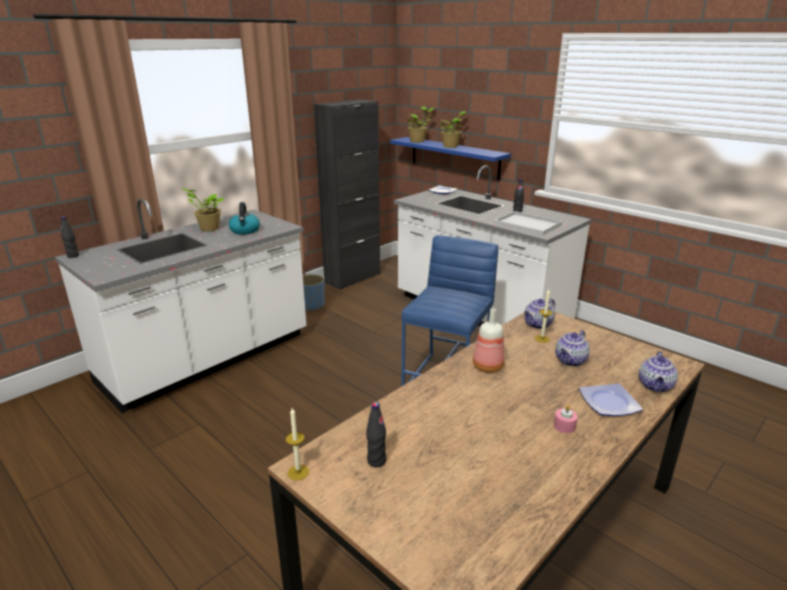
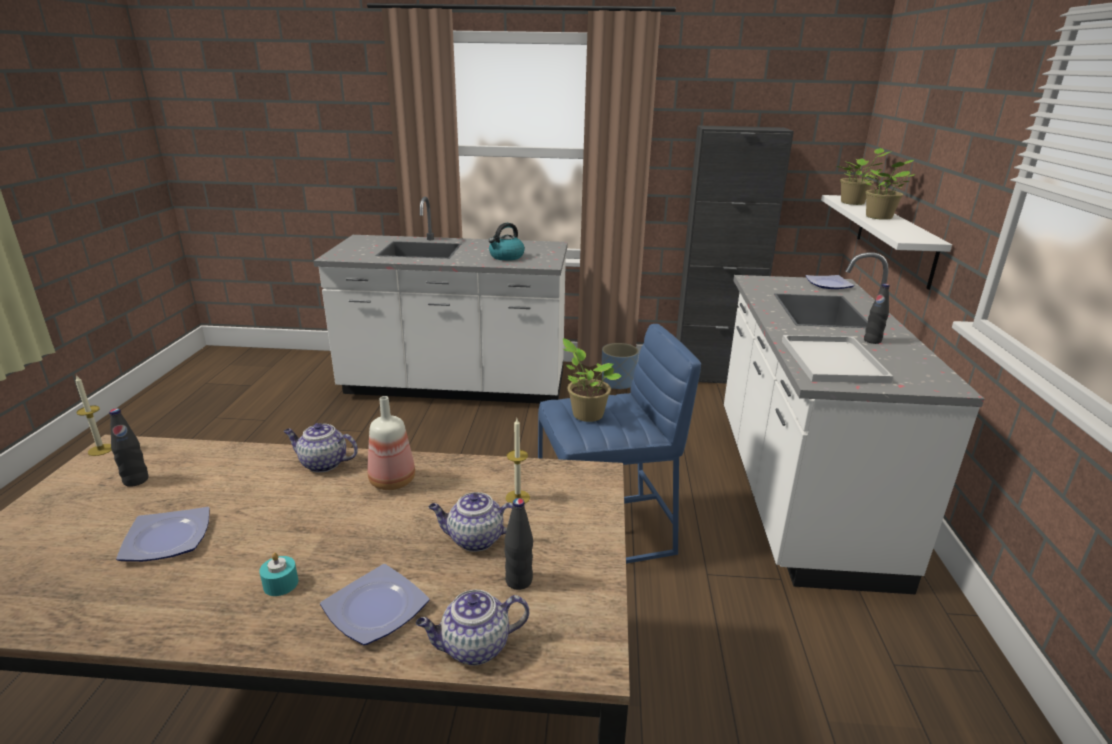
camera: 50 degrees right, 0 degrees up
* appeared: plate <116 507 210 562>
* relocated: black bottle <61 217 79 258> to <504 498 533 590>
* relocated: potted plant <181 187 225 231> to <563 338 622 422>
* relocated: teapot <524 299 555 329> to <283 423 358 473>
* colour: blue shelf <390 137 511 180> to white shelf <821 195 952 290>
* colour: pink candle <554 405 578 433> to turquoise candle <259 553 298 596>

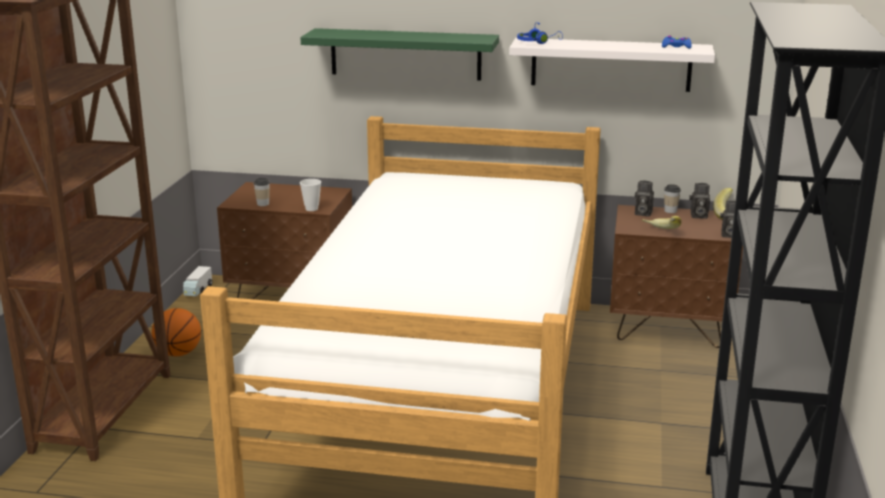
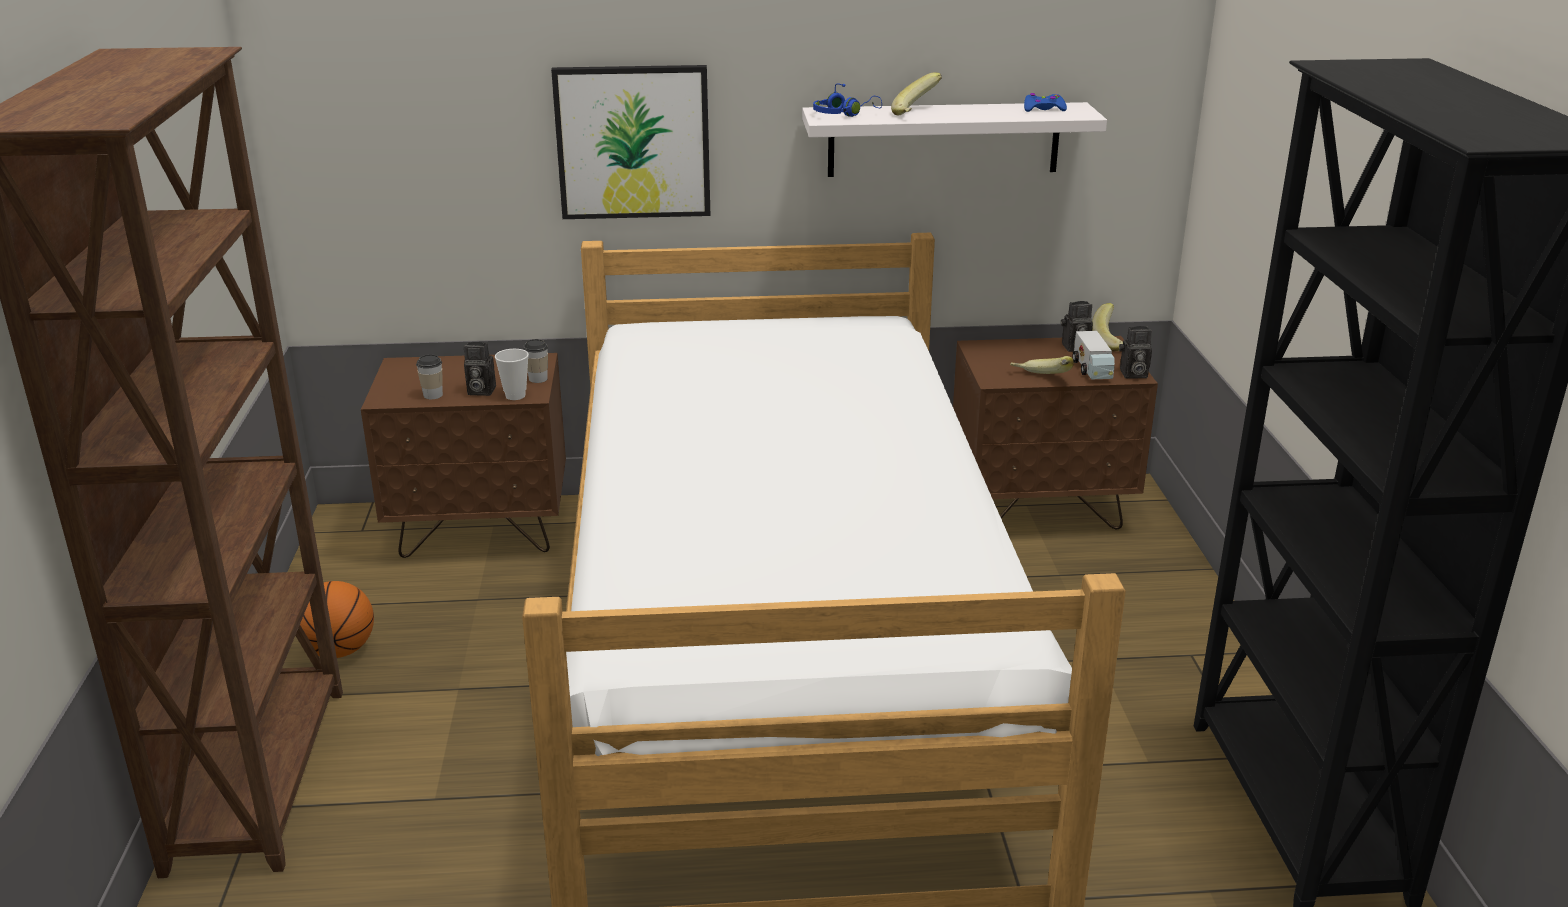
camera: 15 degrees left, 5 degrees up
* appeared: banana <891 73 942 115>
* relocated: toy truck <183 266 212 297> to <1072 331 1115 380>
* relocated: photo camera <635 181 654 217> to <464 342 496 396>
* relocated: cup <664 184 681 213> to <523 339 548 383>
* exchanged: green shelf <300 28 499 81> to picture <551 65 711 219>

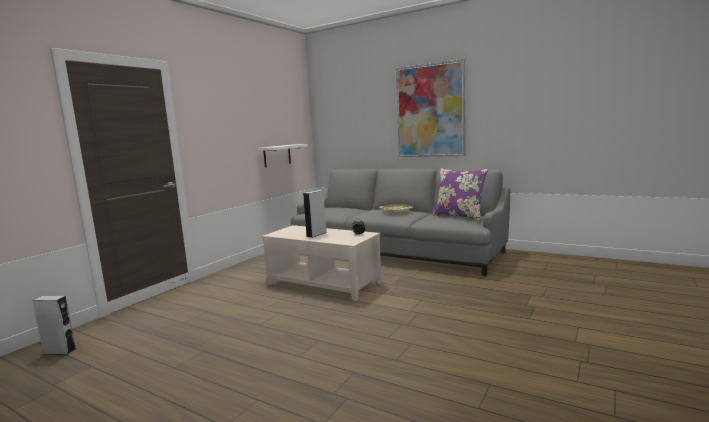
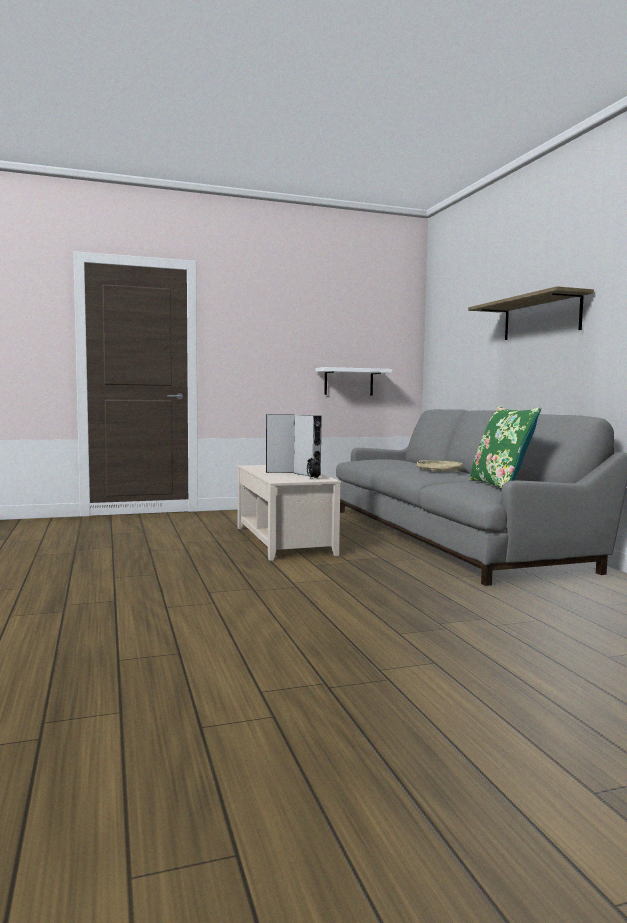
camera: 40 degrees right, 5 degrees down
* relocated: grey speaker <32 296 76 355> to <294 415 322 476>
* exchanged: picture <396 59 465 157> to shelf <468 286 594 340>
* colour: purple pillow <433 168 489 220> to green pillow <469 406 541 489>

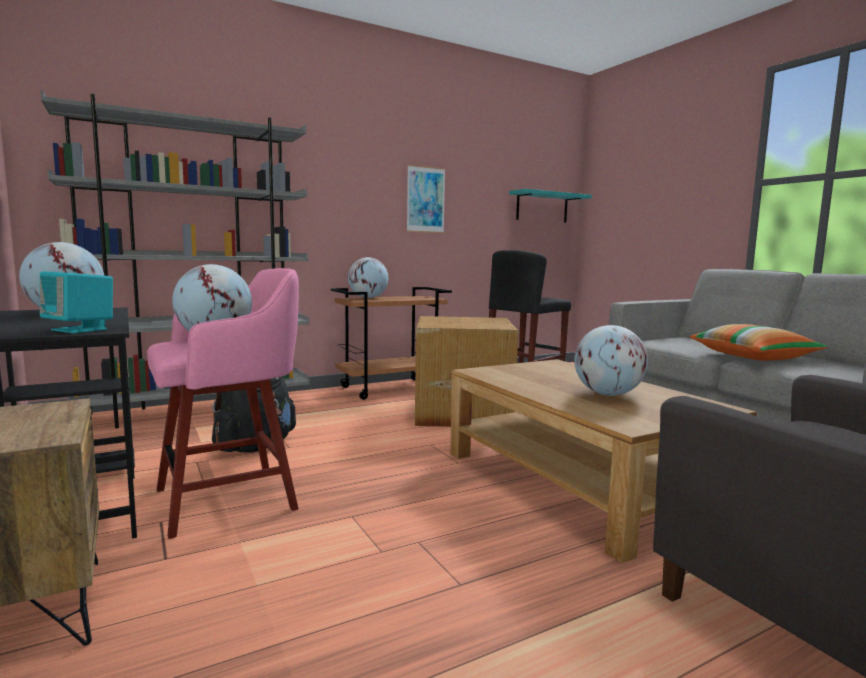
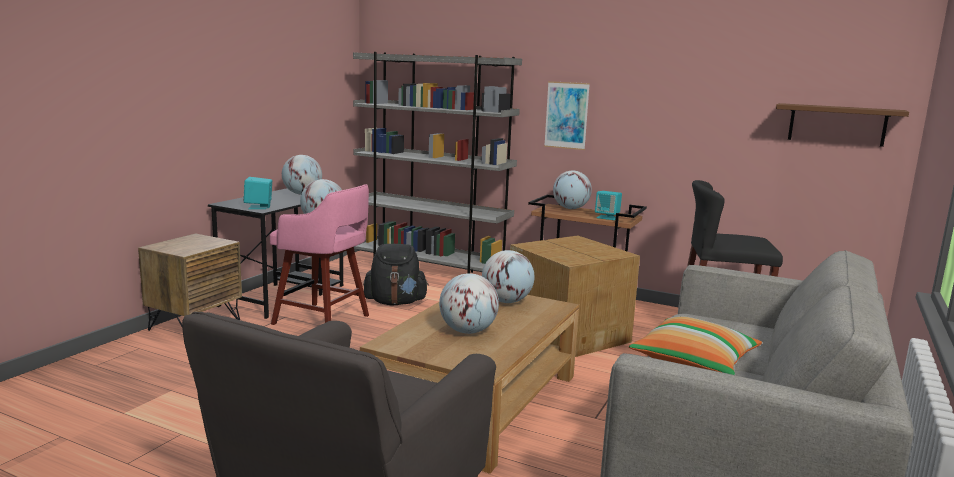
camera: 55 degrees right, 5 degrees up
* appeared: globe <482 250 535 303>
* appeared: turquoise speaker <595 191 622 220>
* relocated: picture <407 165 446 233> to <544 81 590 150>
* colour: turquoise shelf <509 189 592 223> to brown shelf <776 103 909 147>

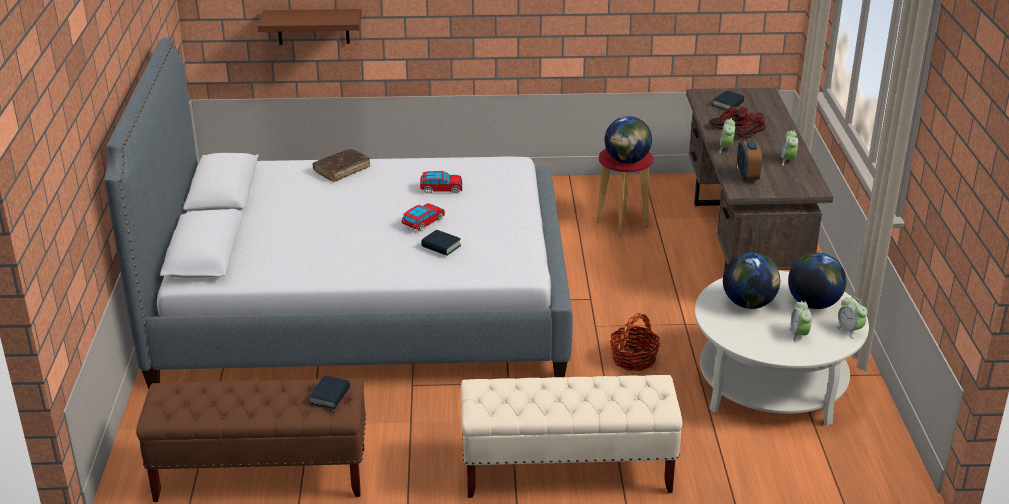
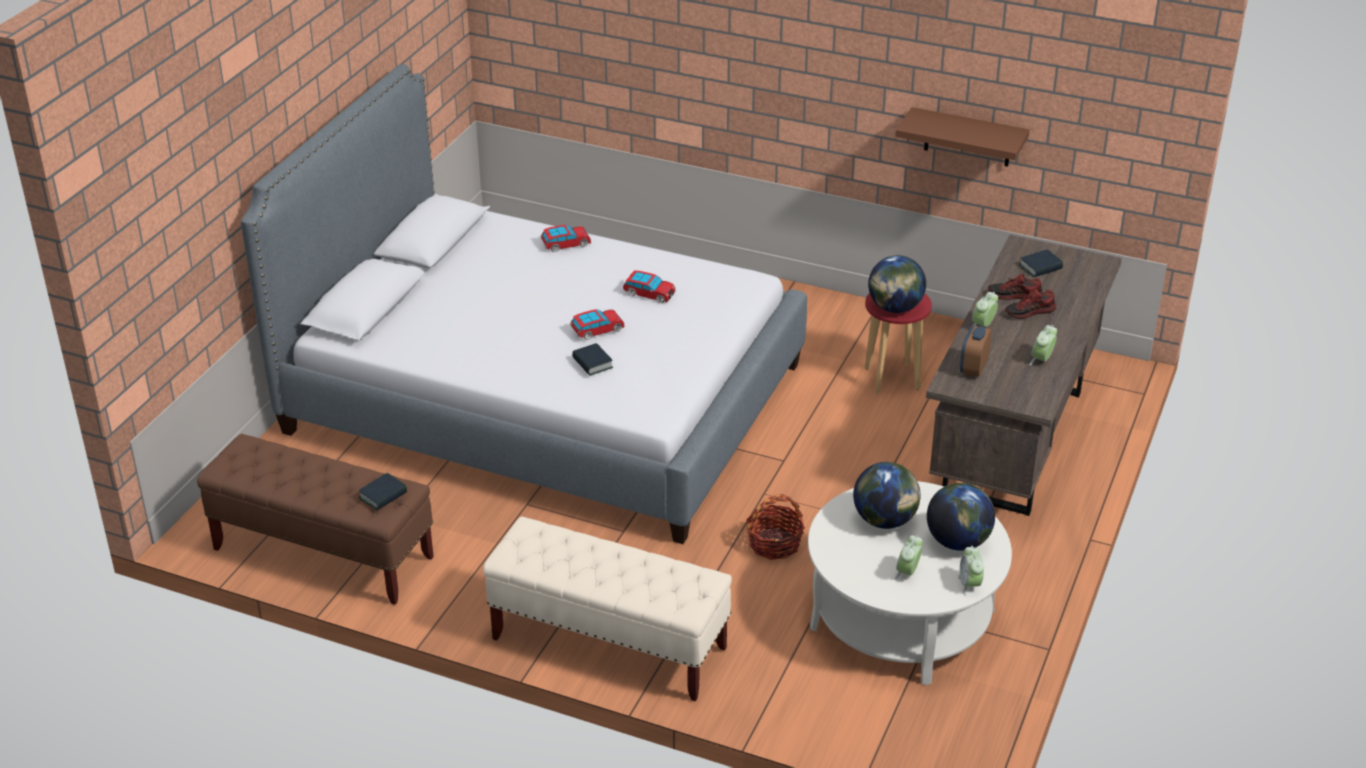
camera: 25 degrees right, 5 degrees up
* relocated: brown shelf <257 9 362 45> to <896 107 1029 167>
* exchanged: brown book <312 149 370 182> to toy car <541 225 591 252>

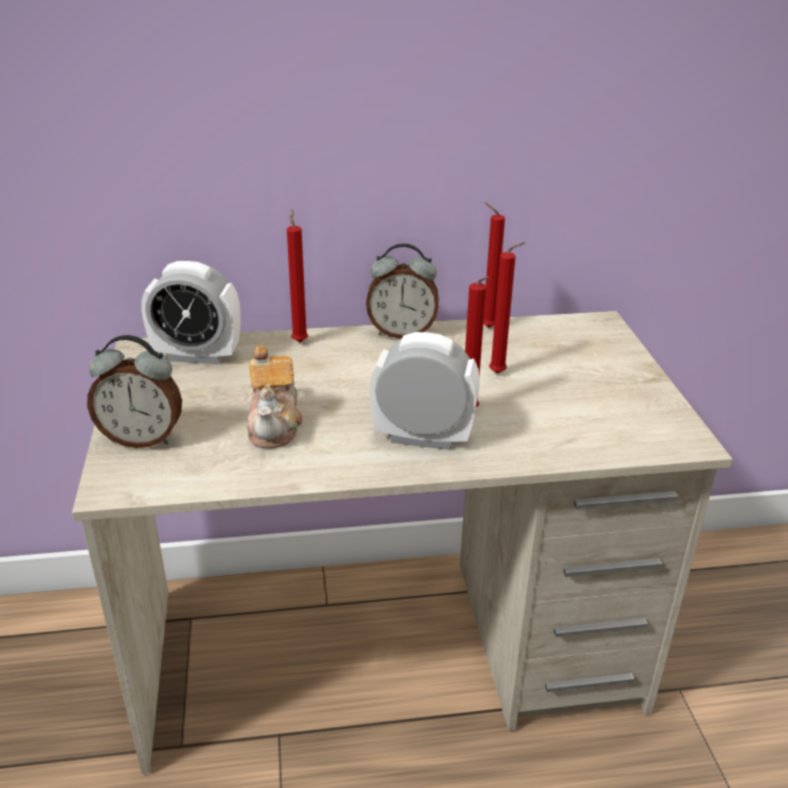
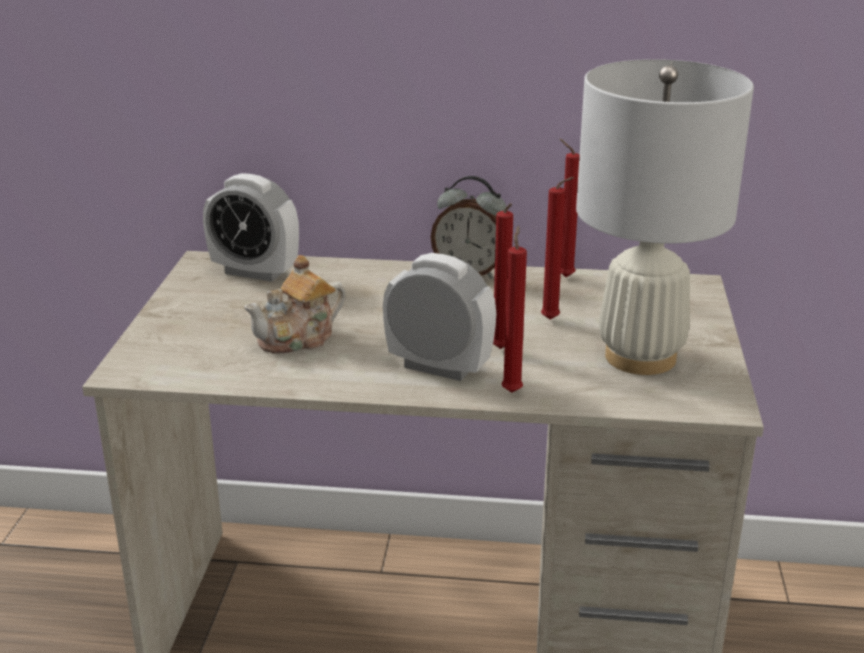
camera: 15 degrees right, 5 degrees down
* missing: alarm clock <87 335 182 448>
* appeared: white table lamp <576 59 754 375>
* relocated: red candle <287 209 308 342> to <501 225 527 393>
* spun: teapot <247 345 303 448> = <244 255 346 354> 45 degrees clockwise

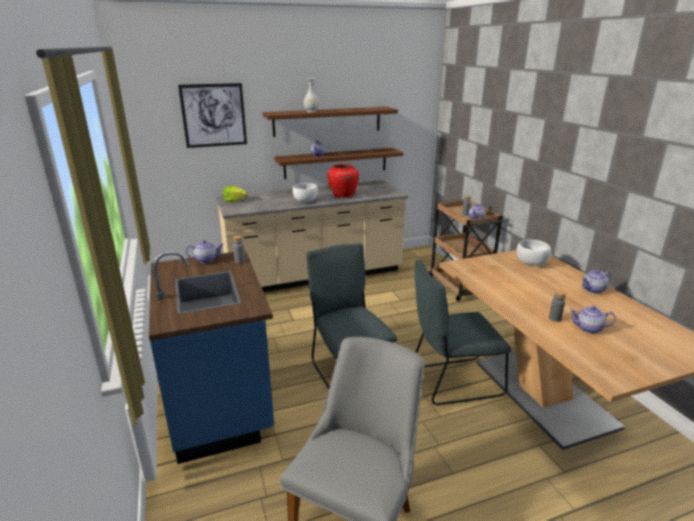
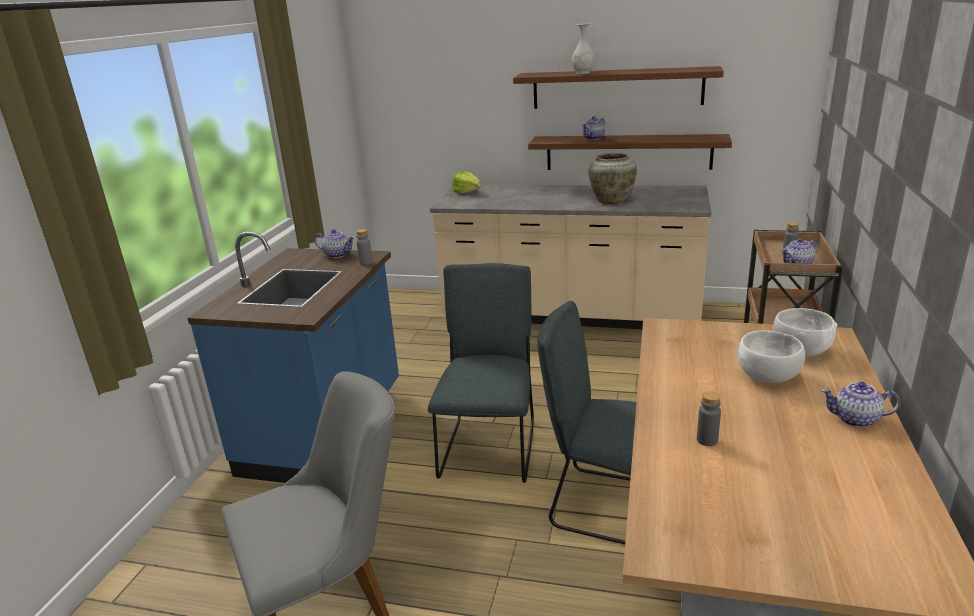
camera: 35 degrees right, 0 degrees up
* missing: picture <178 83 247 148>
* missing: teapot <570 306 616 334>
* relocated: white bowl <293 183 318 203> to <738 330 805 383>
* colour: red vase <327 164 359 198> to beige vase <588 153 637 204>

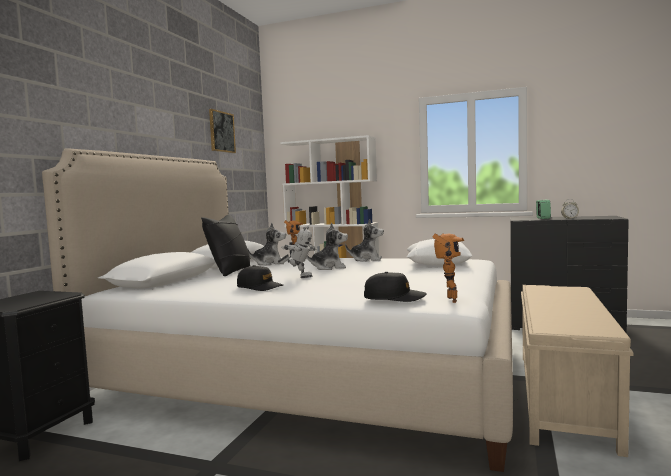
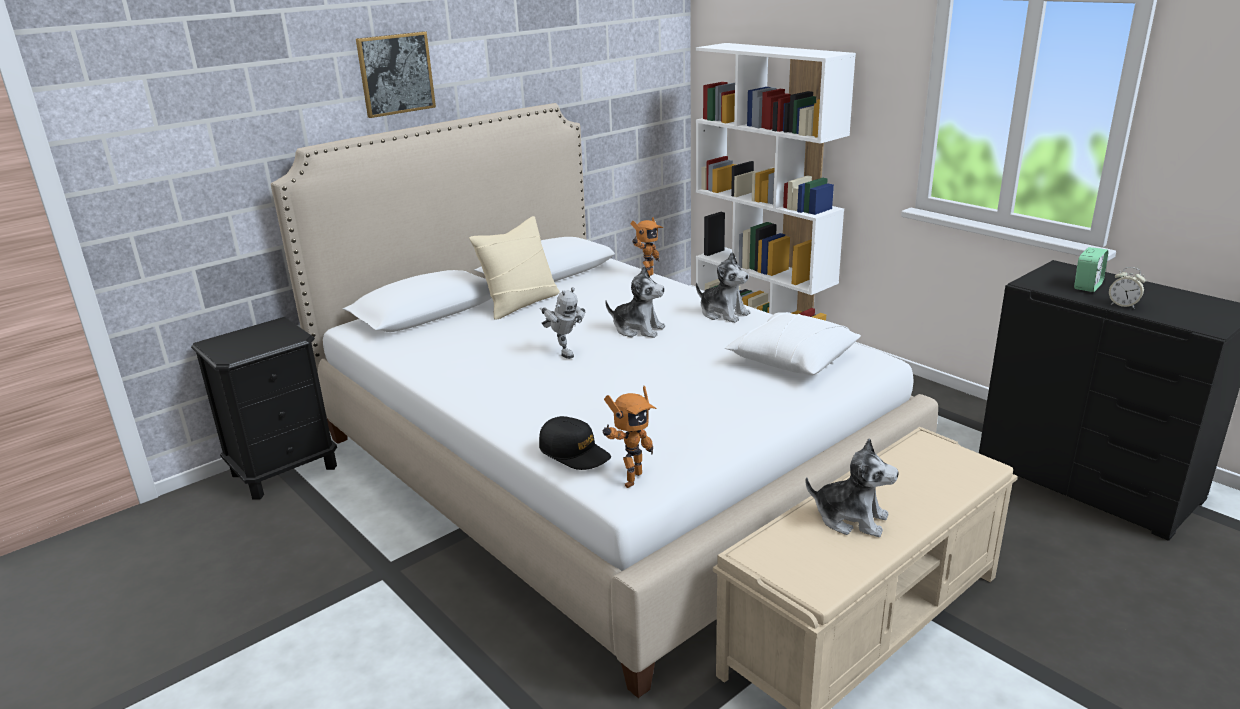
camera: 30 degrees right, 20 degrees up
* missing: black cap <237 265 283 291>
* relocated: picture <209 109 236 153> to <356 31 436 118>
* relocated: plush toy <247 223 286 266> to <805 438 899 537>
* colour: black pillow <201 214 251 276> to beige pillow <469 216 560 320>

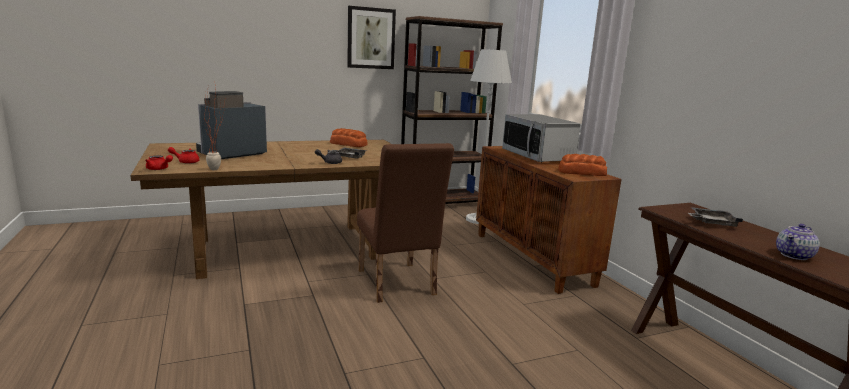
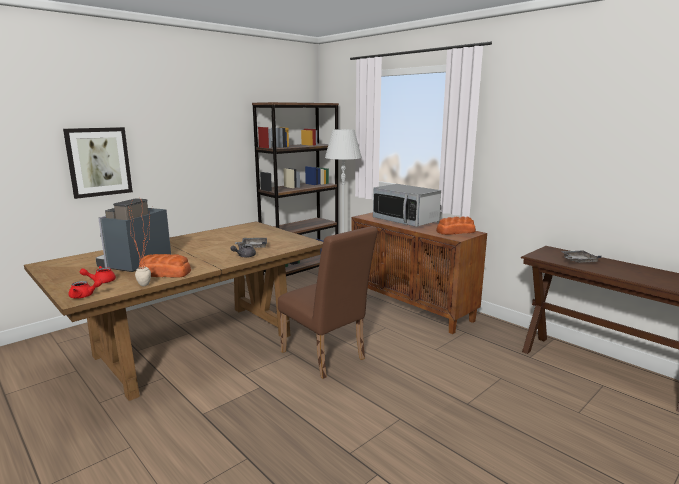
camera: 20 degrees left, 0 degrees up
* missing: teapot <776 224 820 260>
* relocated: bread <330 128 368 147> to <139 254 191 278>
* relocated: picture <347 6 396 69> to <63 127 133 199>

